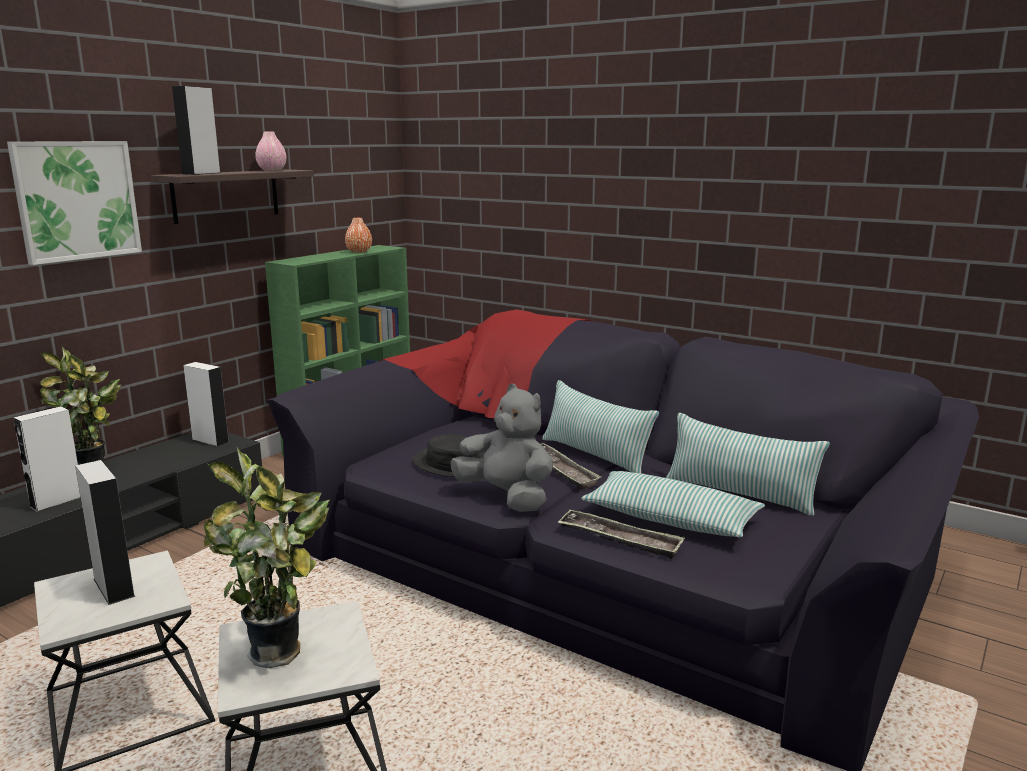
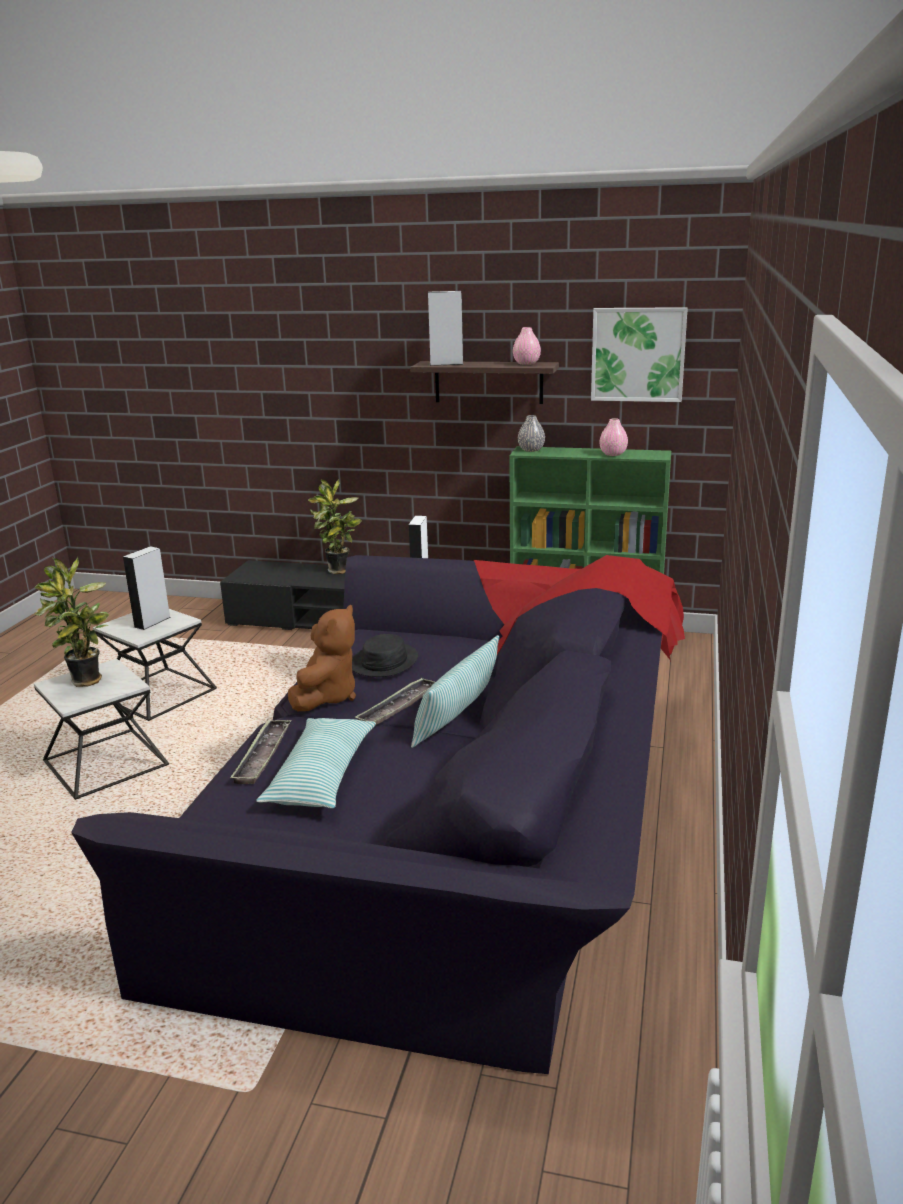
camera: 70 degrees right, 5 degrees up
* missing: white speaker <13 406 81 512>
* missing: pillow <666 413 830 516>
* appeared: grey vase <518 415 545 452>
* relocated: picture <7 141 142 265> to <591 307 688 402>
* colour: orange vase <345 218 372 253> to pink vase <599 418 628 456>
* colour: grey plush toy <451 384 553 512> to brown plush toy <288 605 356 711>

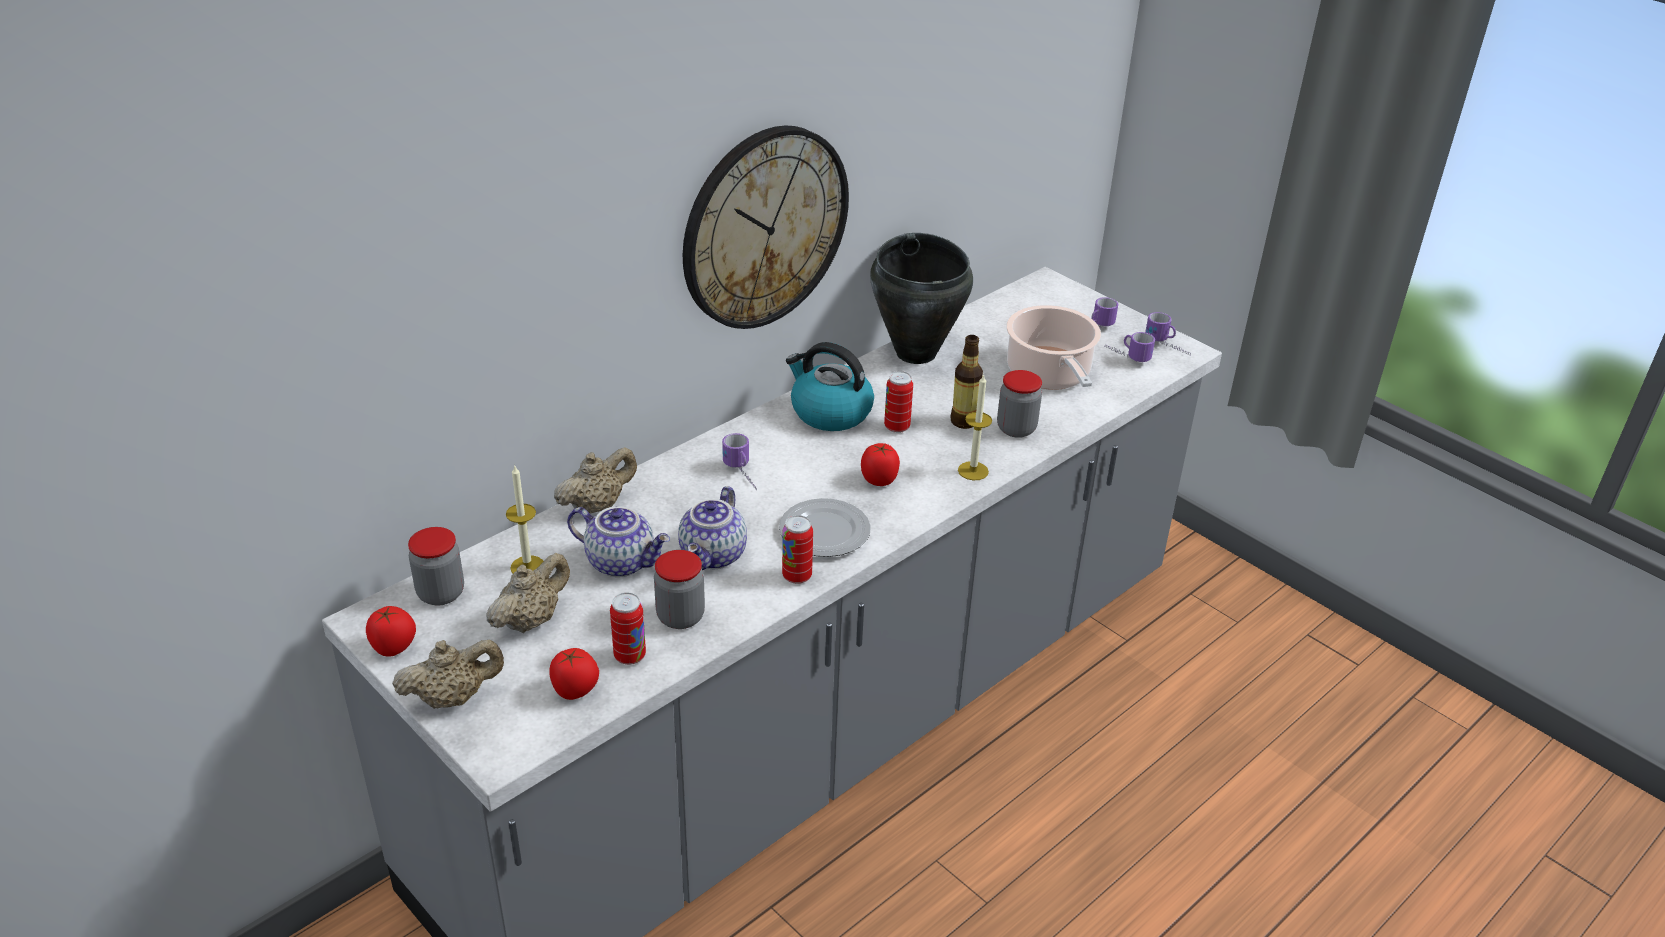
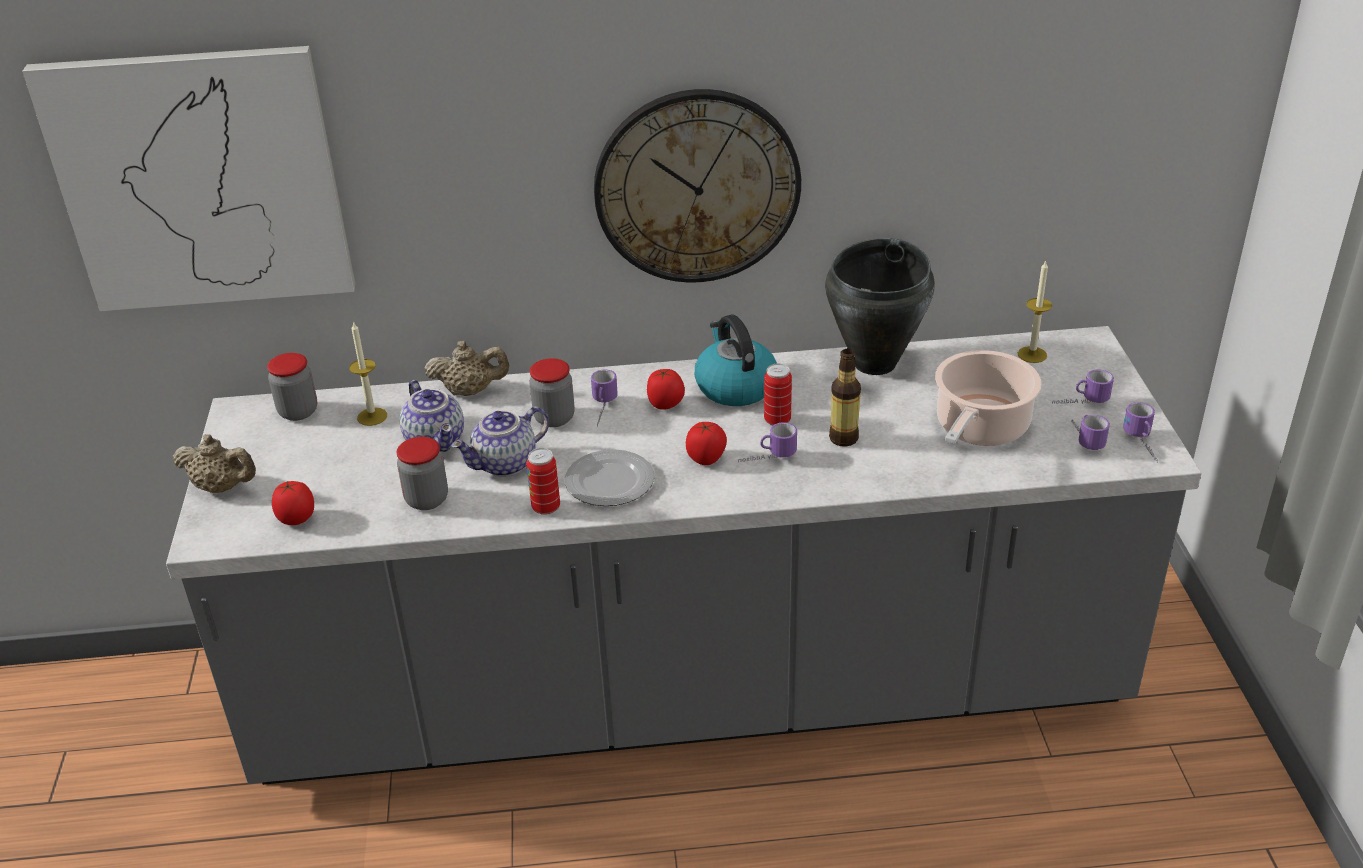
camera: 40 degrees right, 0 degrees up
* missing: beige teapot <487 553 570 633>
* missing: can <610 592 646 665>
* appeared: picture <22 46 355 311>
* appeared: mug <738 422 797 462>
* relocated: tomato <366 606 416 657> to <647 369 685 410>
* relocated: candle <958 374 992 480> to <1018 260 1052 363>
* relocated: jar <997 370 1042 438> to <529 358 575 427>

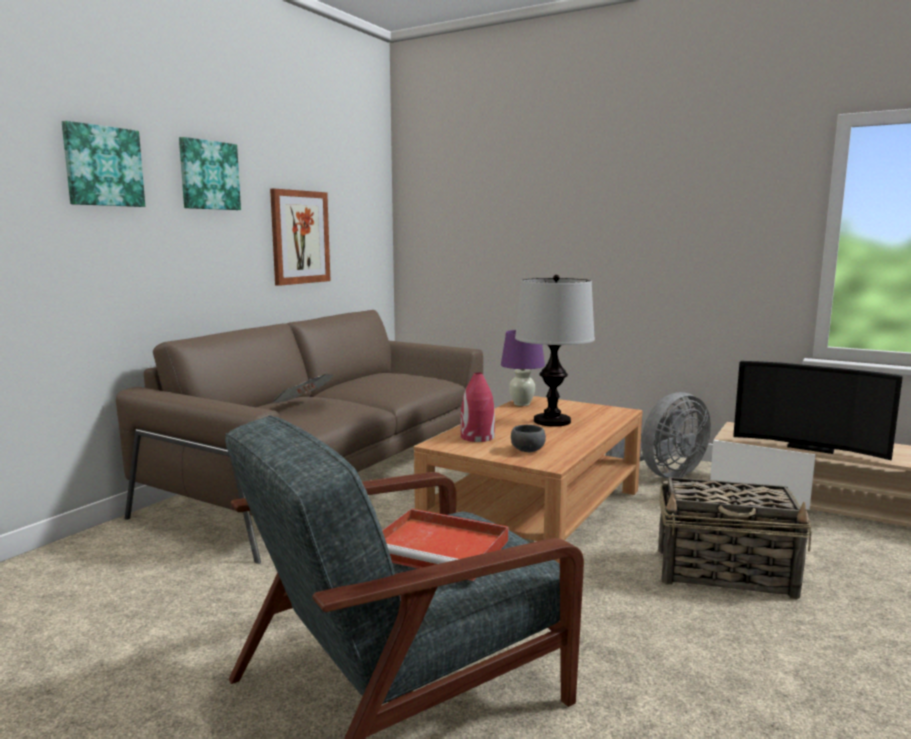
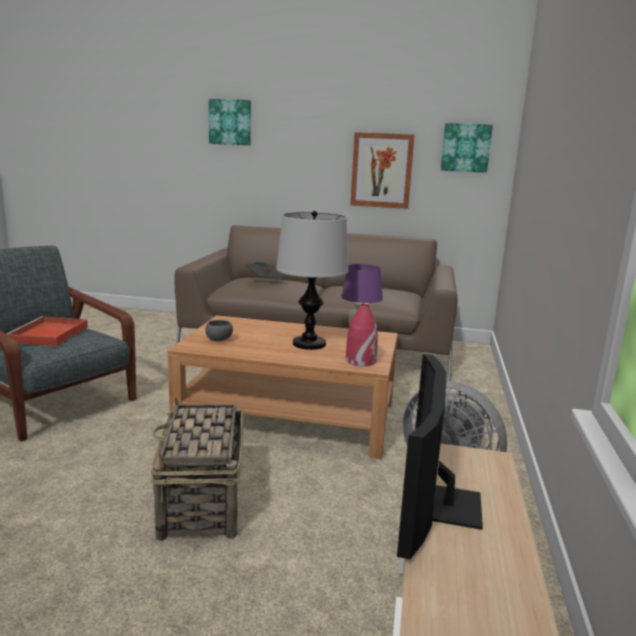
camera: 70 degrees right, 5 degrees up
* relocated: picture <179 137 241 210> to <441 123 493 173>
* relocated: red vase <461 373 495 442> to <346 304 378 366>

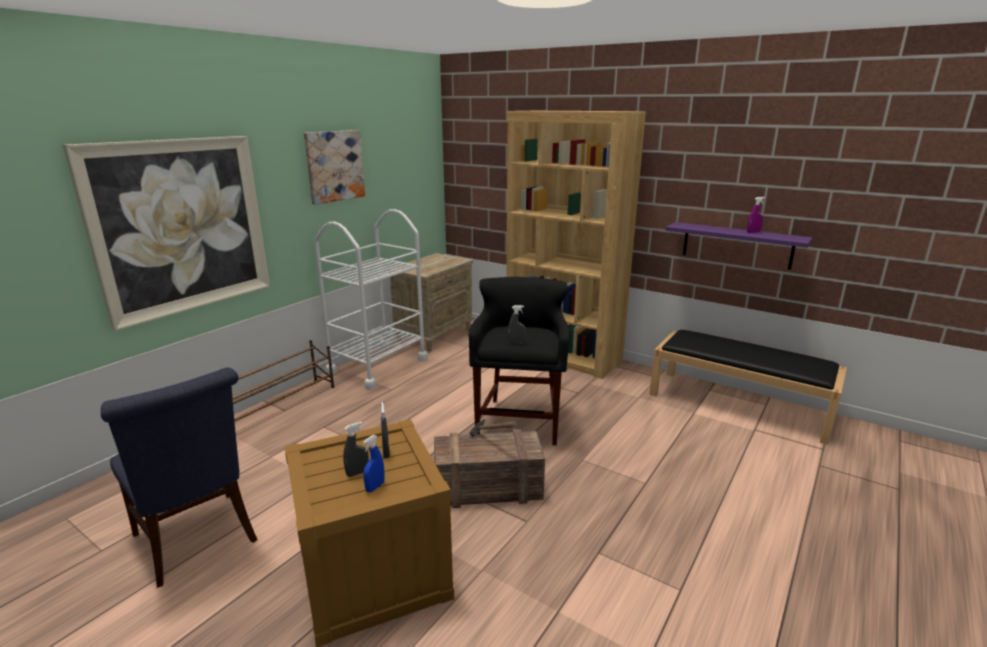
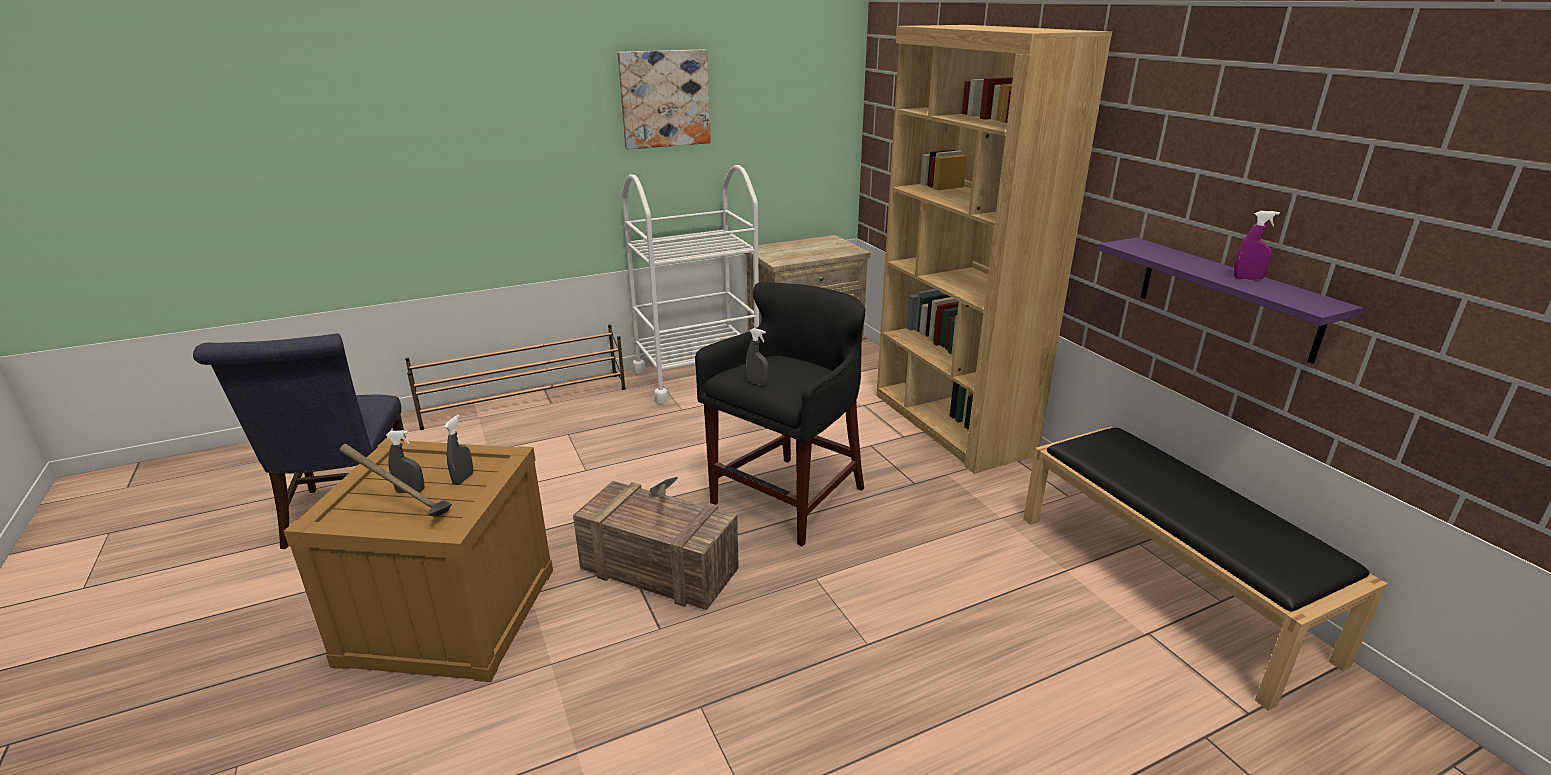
camera: 30 degrees right, 5 degrees up
* missing: picture <62 136 270 331>
* exchanged: blue spray bottle <363 435 385 492> to hammer <339 444 452 517>

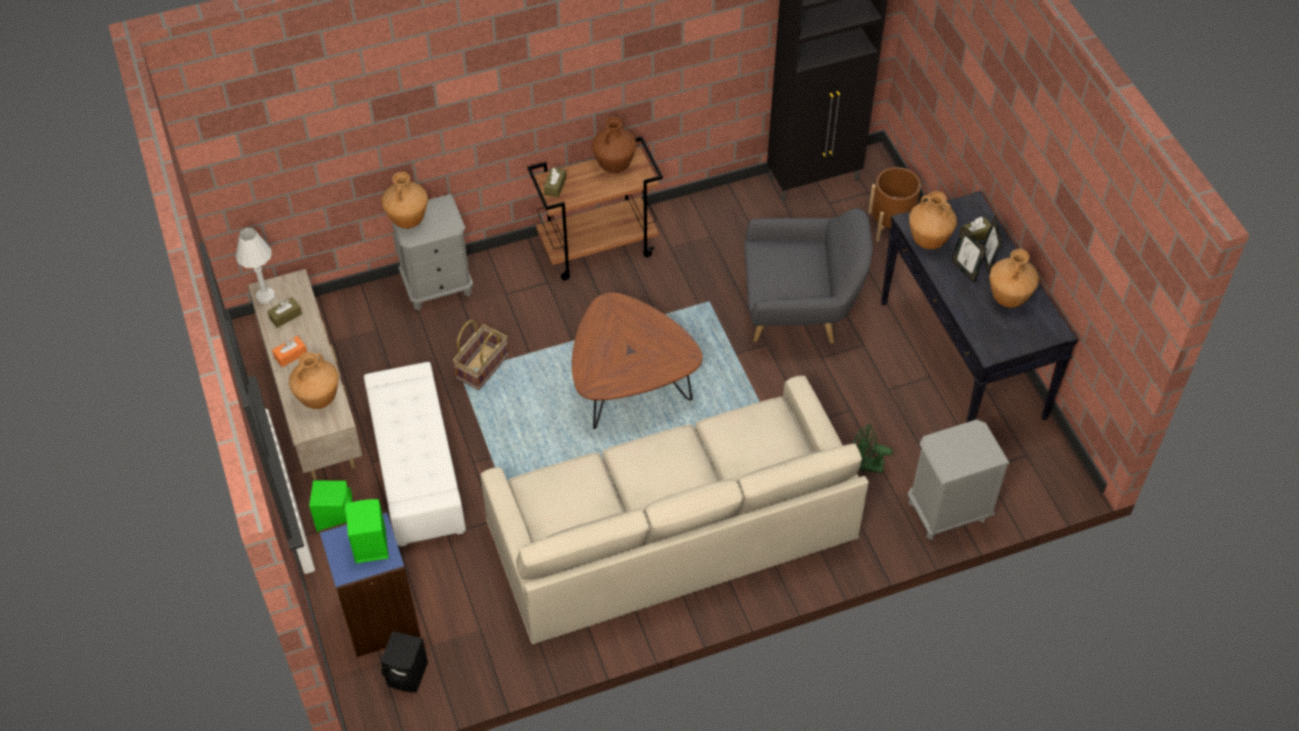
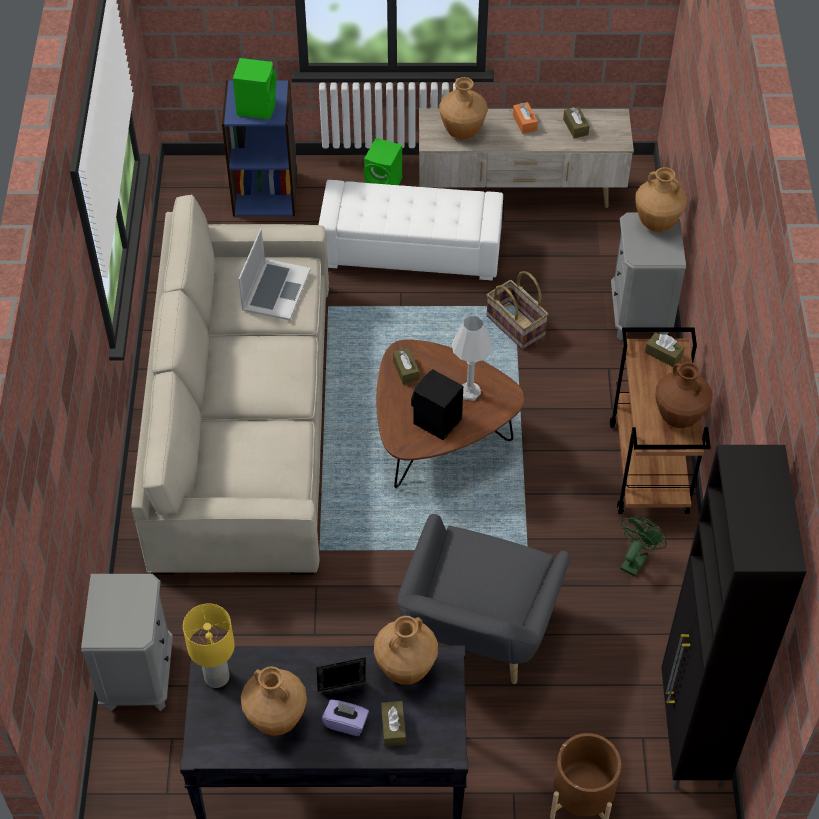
camera: 110 degrees right, 0 degrees up
* appeared: yellow table lamp <183 603 235 688>
* appeared: laptop <238 228 311 320>
* appeared: brown tissue box <393 348 419 384>
* relocated: white table lamp <236 228 275 304> to <451 316 492 401>
* relocated: black speaker <380 631 428 693> to <411 369 463 441>
* relocated: green fan <853 424 893 473> to <620 516 667 577>
* exchanged: picture frame <983 215 1002 274> to purple tissue box <322 700 369 736>

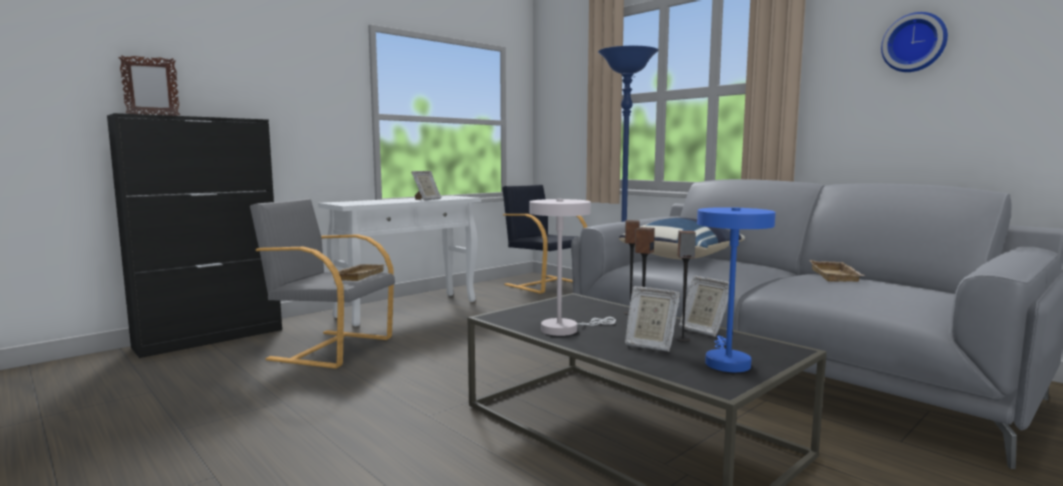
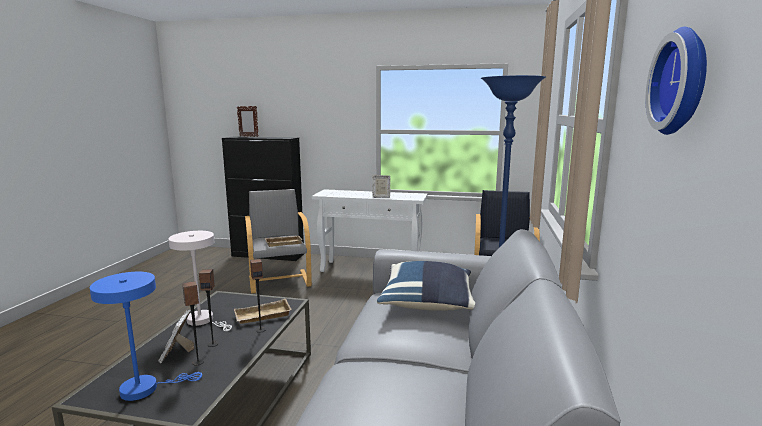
camera: 55 degrees right, 5 degrees up
* missing: picture frame <679 276 729 337>
* relocated: beige tray <809 260 864 282> to <234 299 291 324>

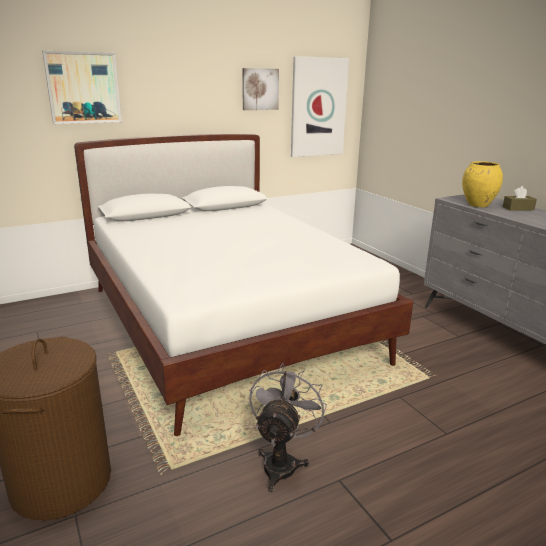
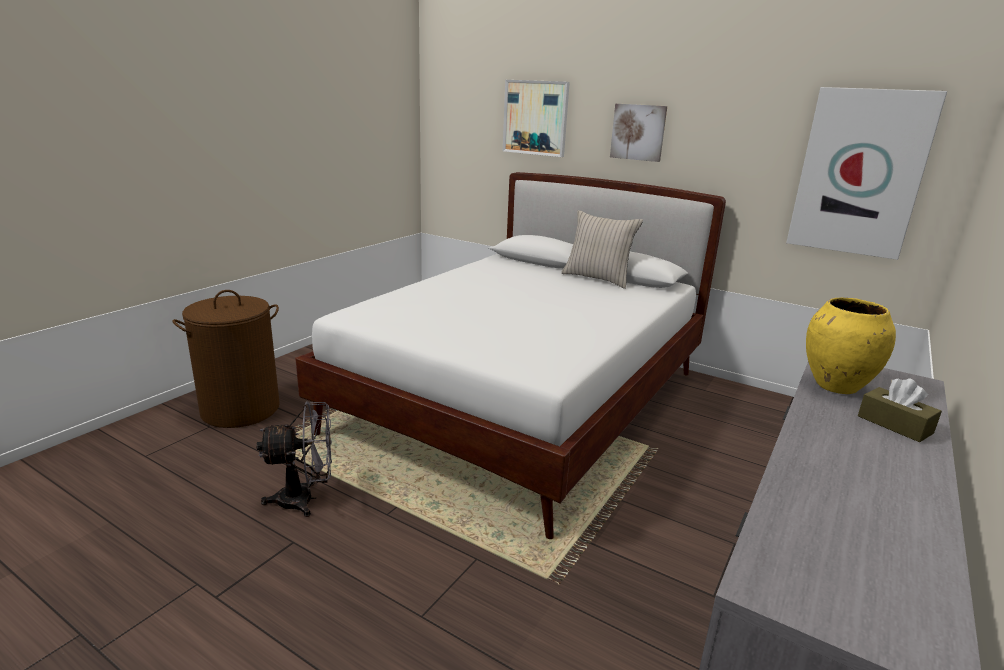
camera: 60 degrees right, 0 degrees up
* appeared: beige pillow <561 210 643 289>
* relocated: picture <242 68 279 110> to <610 104 667 162>

